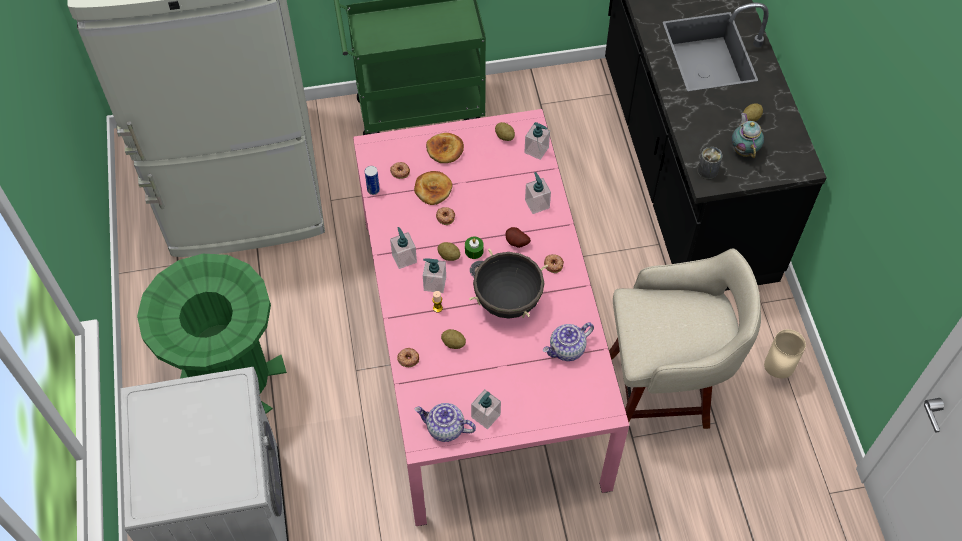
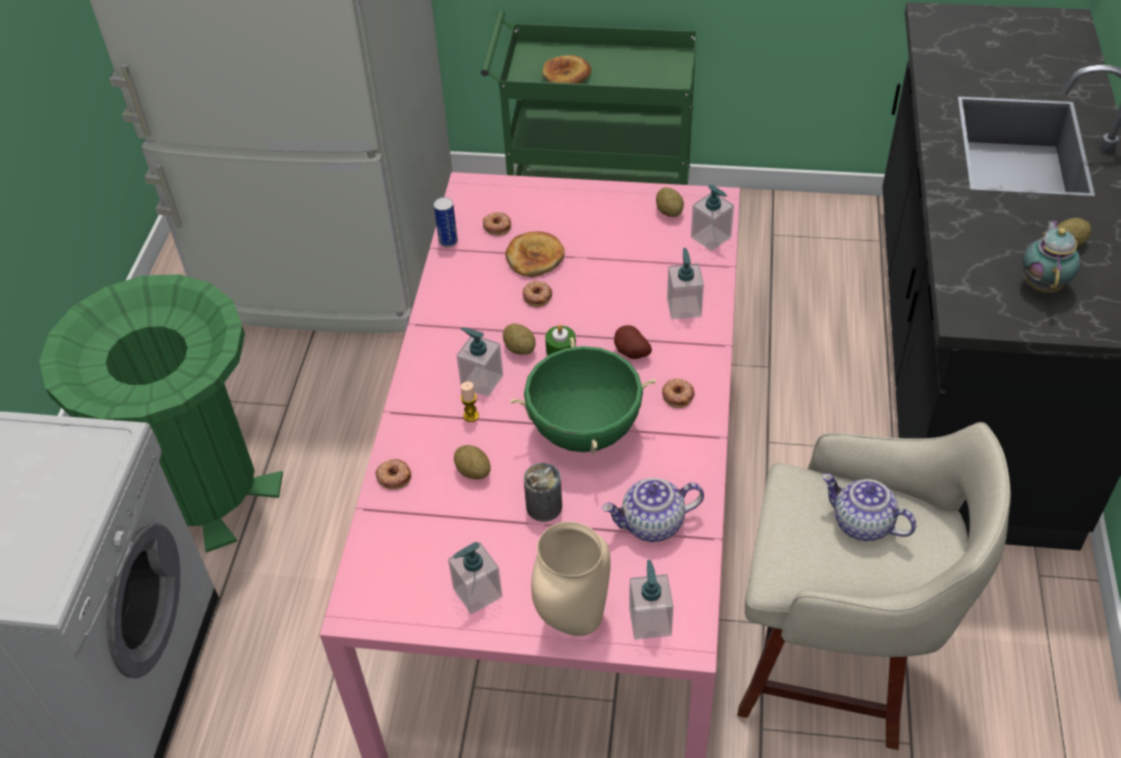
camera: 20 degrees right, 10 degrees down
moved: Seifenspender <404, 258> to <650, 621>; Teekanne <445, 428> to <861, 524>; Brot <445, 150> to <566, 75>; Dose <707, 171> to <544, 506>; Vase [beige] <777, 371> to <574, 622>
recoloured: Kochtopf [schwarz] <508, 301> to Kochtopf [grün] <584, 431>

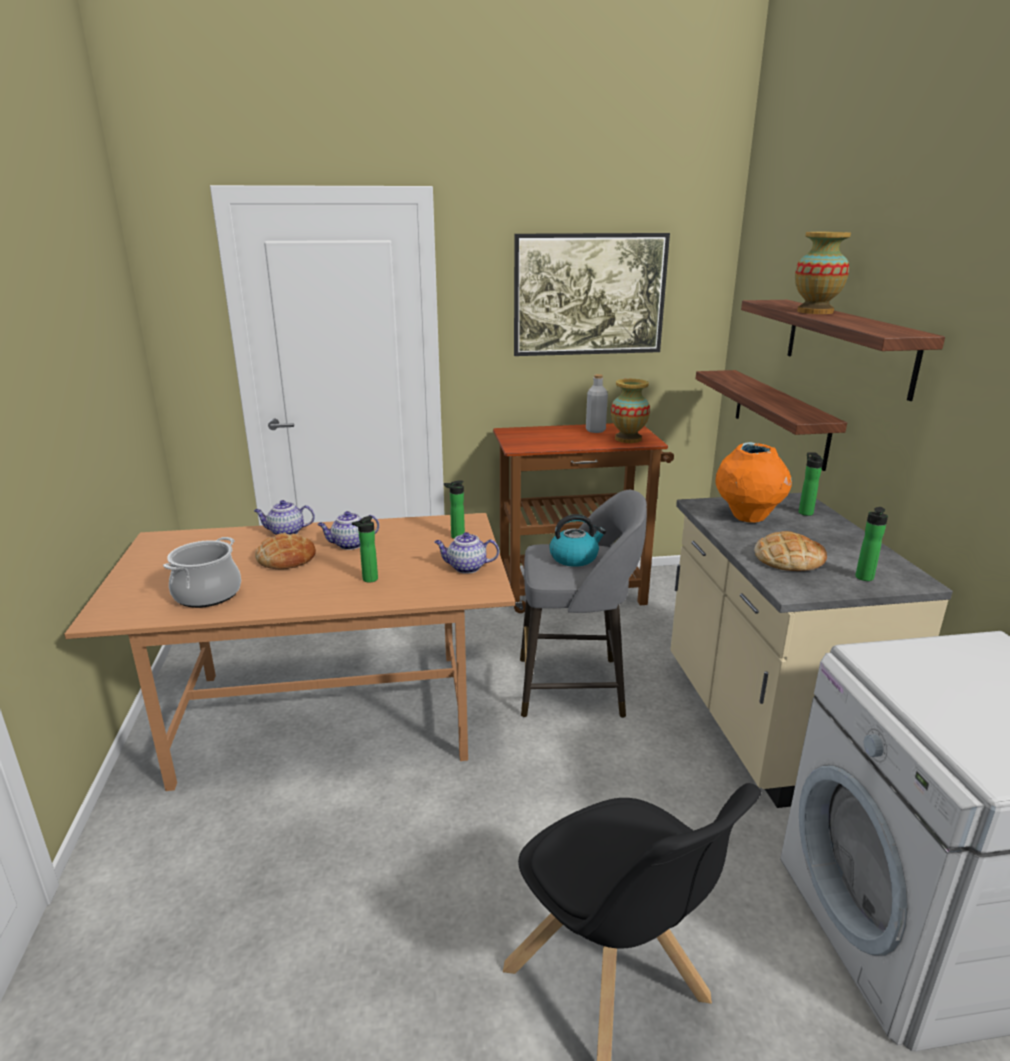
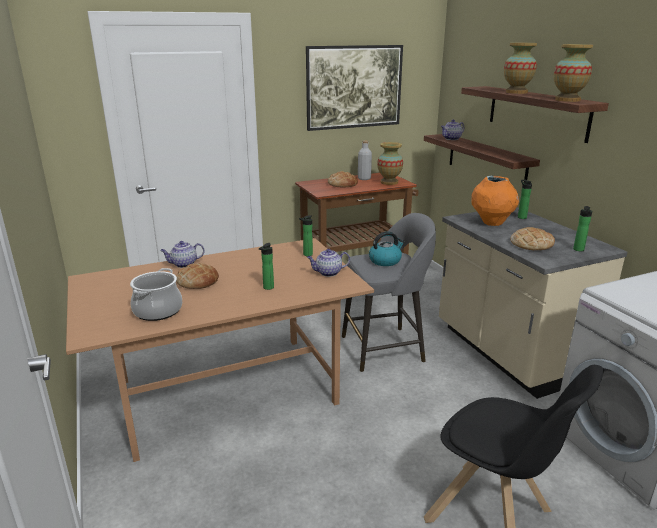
camera: 15 degrees left, 0 degrees up
added: Brot <342, 184>; Vase <567, 100>
moved: Teekanne <349, 545> to <451, 139>

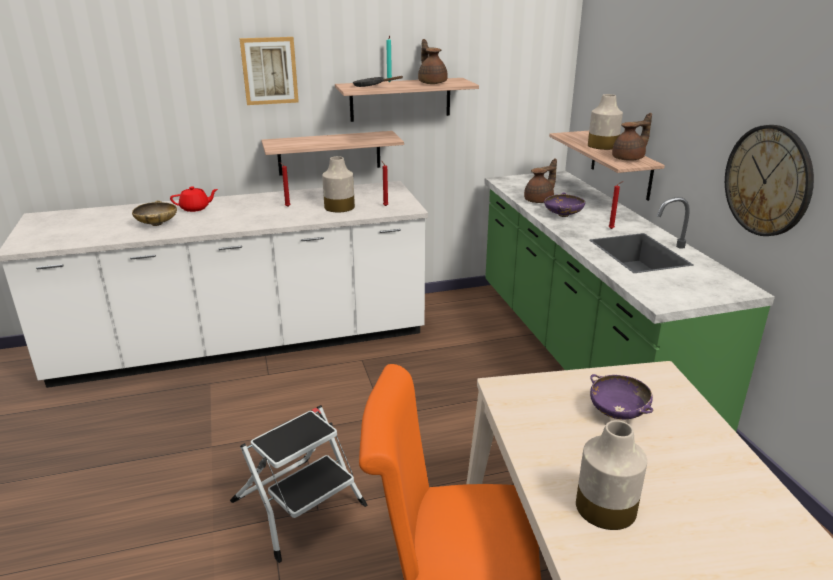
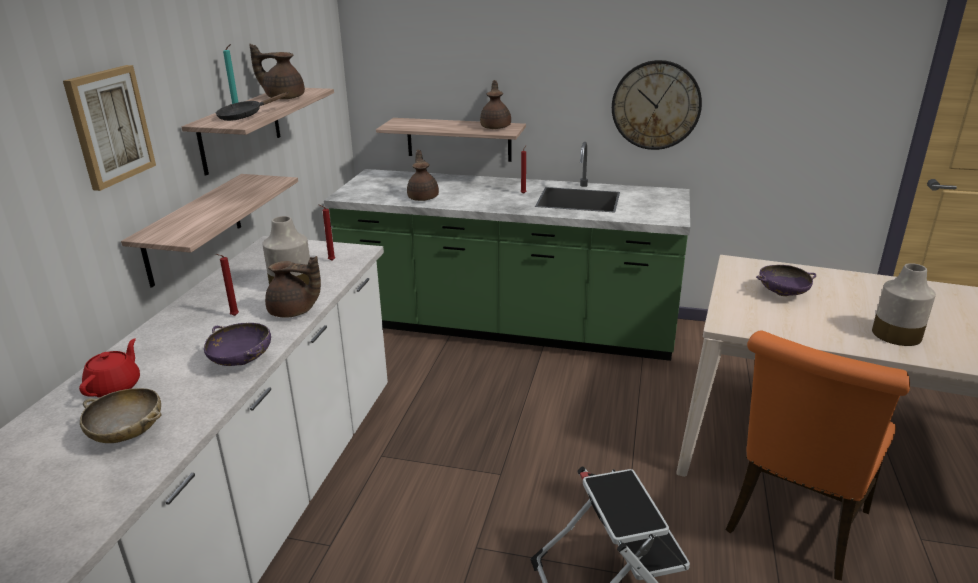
camera: 60 degrees left, 0 degrees up
removed: Vase [beige] <603, 145>
added: Teekanne [braun] <293, 312>
moved: Schüssel [lila] <563, 215> to <241, 361>

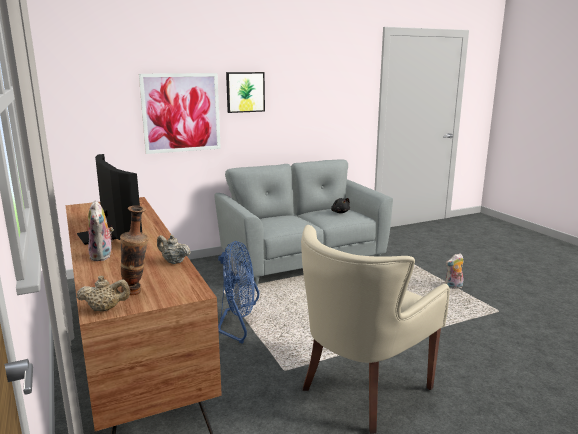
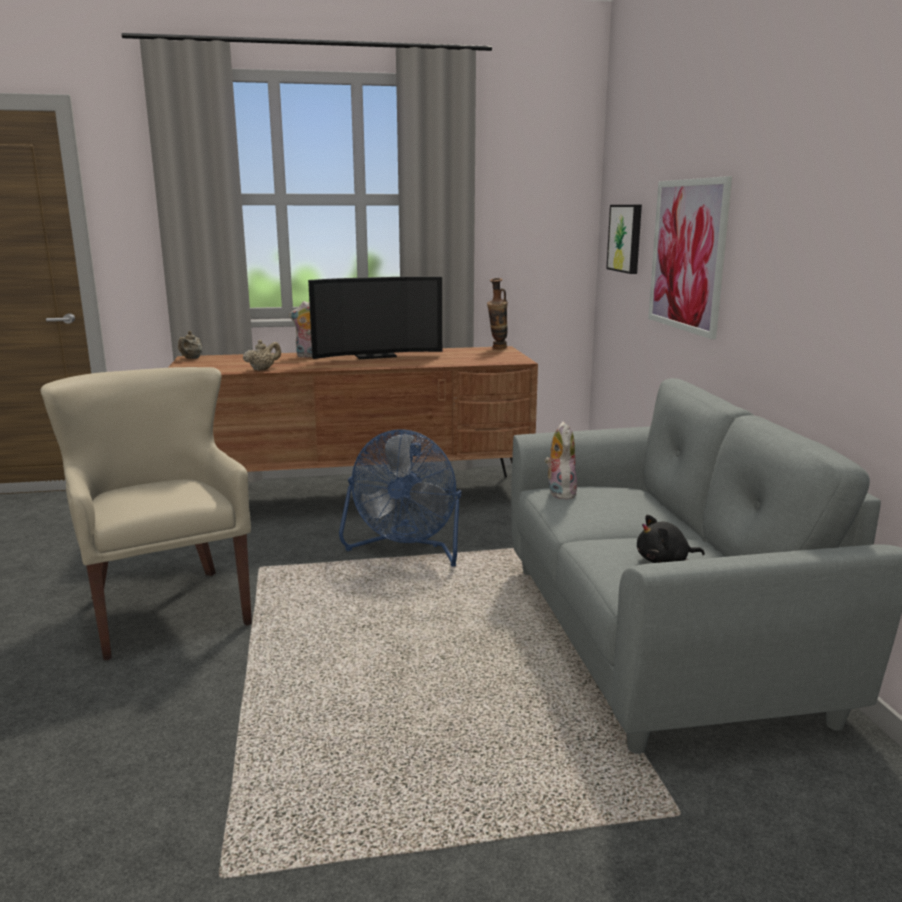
camera: 105 degrees right, 0 degrees up
moved: Vase <137, 293> to <497, 349>; Bild <245, 92> to <626, 238>; Plüschtier <453, 287> to <559, 493>

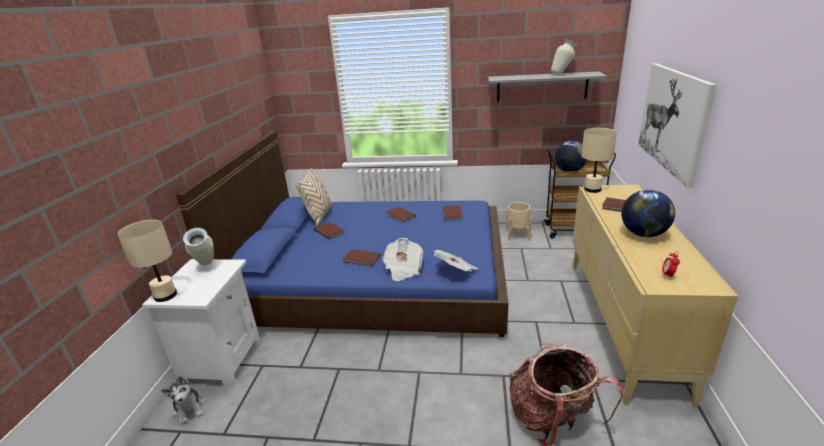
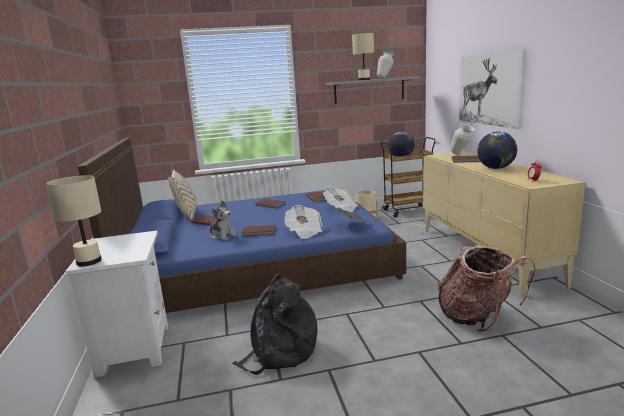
camera: 20 degrees left, 10 degrees down
added: Rucksack [schwarz] <280, 351>; Zeitung <341, 208>
moved: Plüschtier <189, 409> to <222, 236>; Vase <206, 268> to <461, 154>; Tischlampe [beige] <593, 189> to <364, 80>

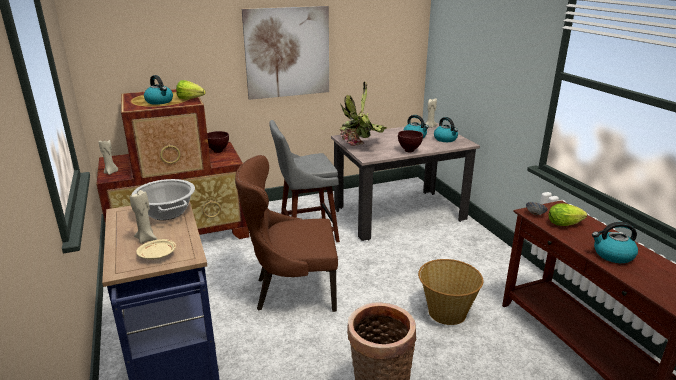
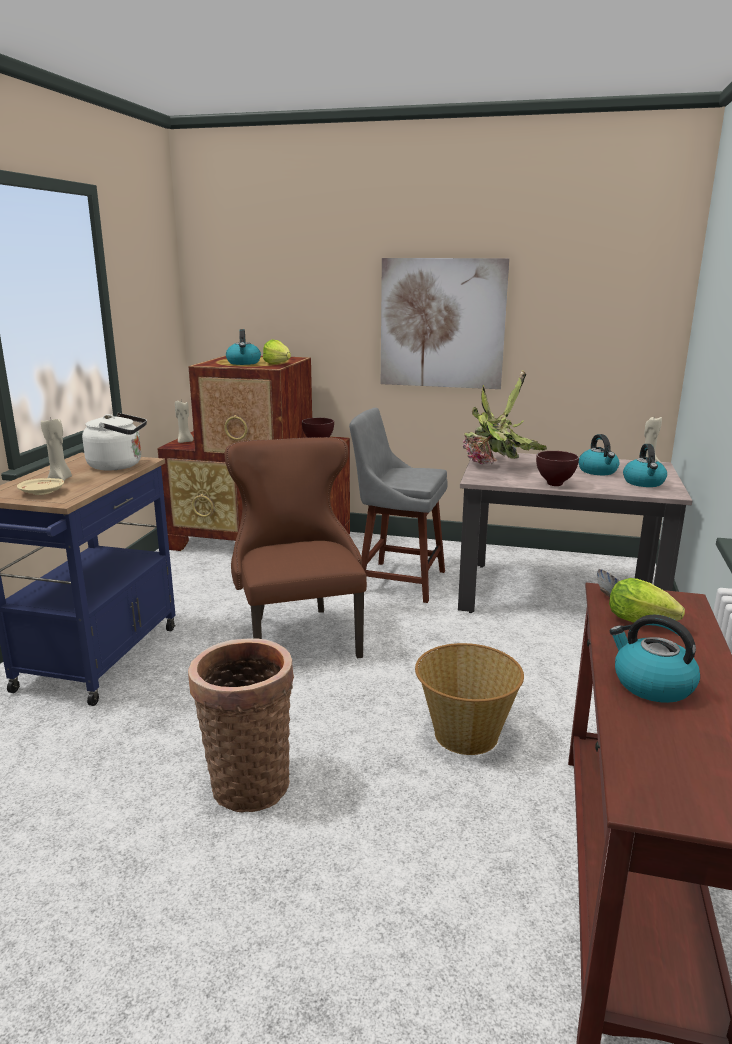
camera: 35 degrees right, 5 degrees down
replaced: Kochtopf <167, 212> to Wasserkessel [weiß] <119, 465>
turned: Stuhl [braun] <292, 291> = <298, 635> 45 degrees clockwise

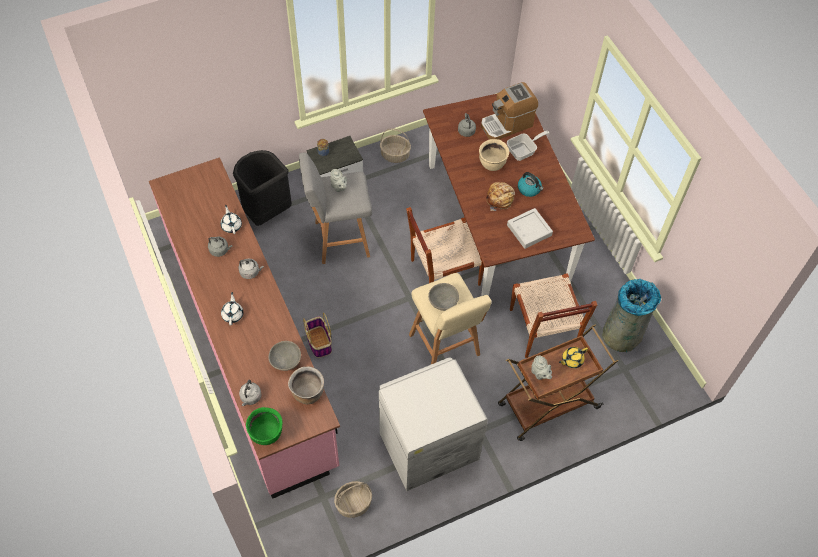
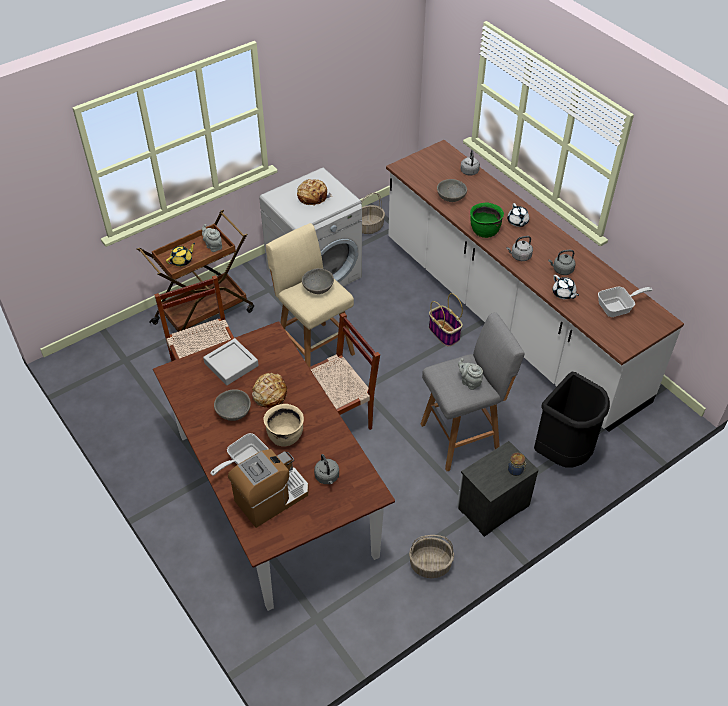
camera: 170 degrees right, 10 degrees down
removed: Kochtopf [braun] <307, 393>; Mülleimer [grau] <622, 334>
added: Brot <312, 196>; Pfanne <618, 308>
moved: Kochtopf [grün] <267, 434> to <484, 231>
replaced: Wasserkessel <529, 189> to Schüssel [grau] <234, 412>
recoloured: Küchenzeile [rosa] <251, 347> to Küchenzeile [weiß] <509, 318>

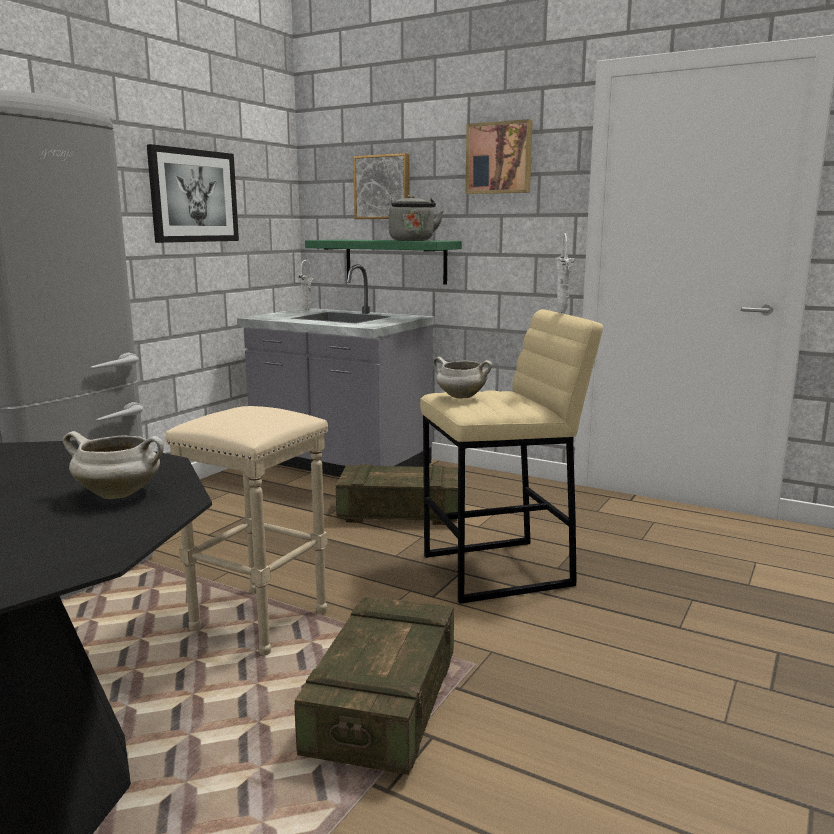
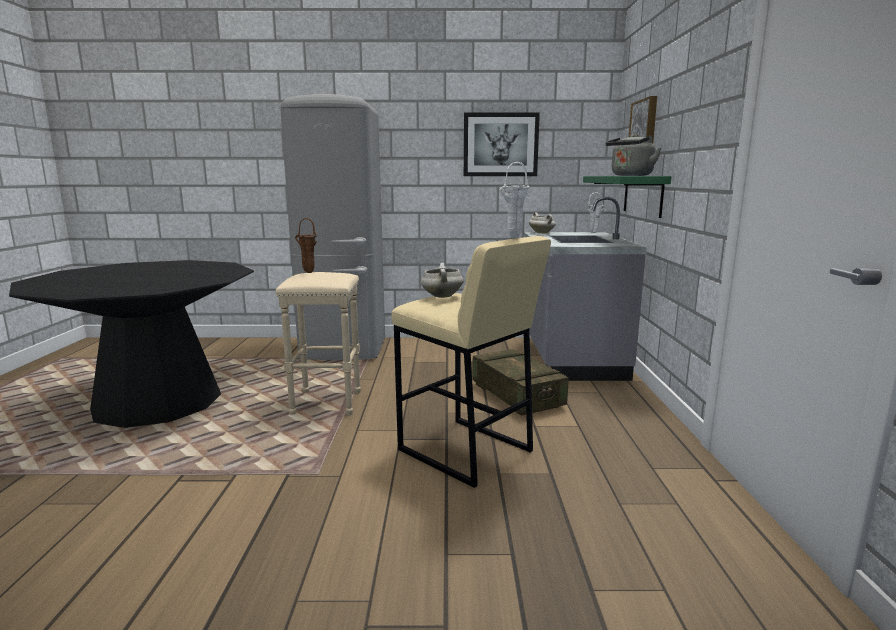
camera: 60 degrees right, 0 degrees up
removed: Kiste <384, 707>; Bild <499, 158>
added: Vase [braun] <307, 272>
moved: Kochtopf [weiß] <120, 494> to <542, 233>

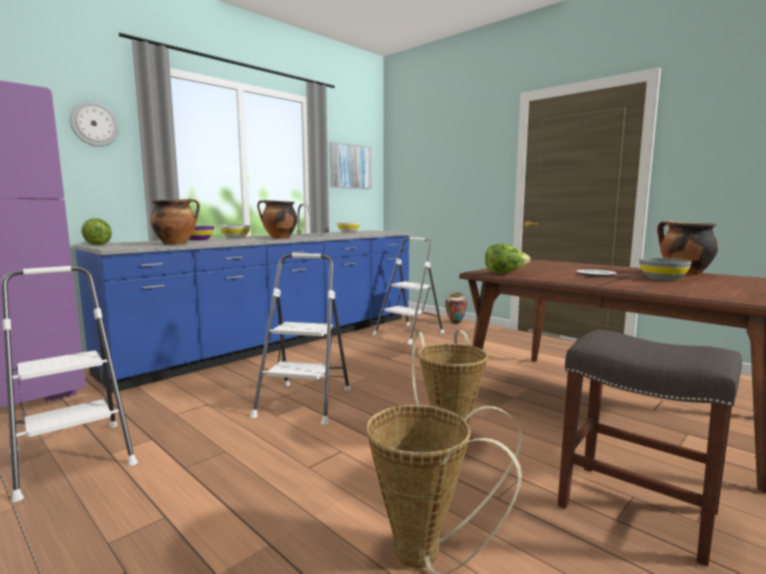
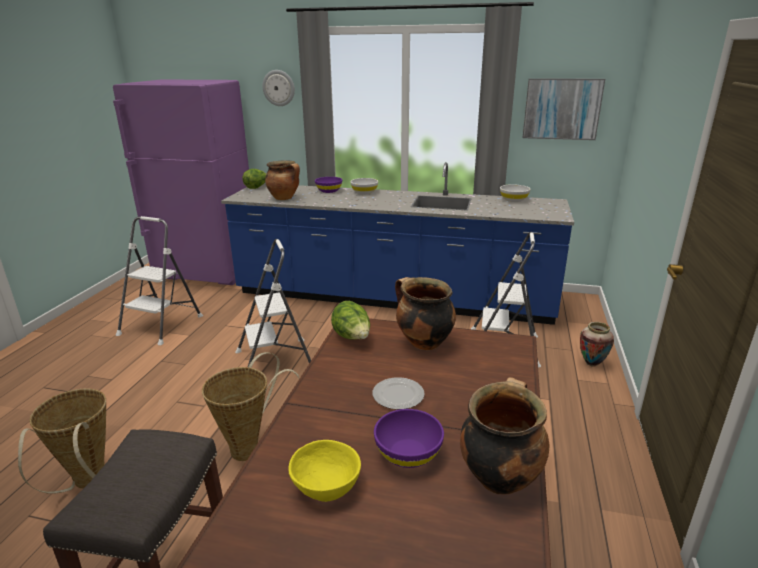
camera: 60 degrees right, 15 degrees up
added: Schüssel [gelb] <326, 486>
moved: Kochtopf <279, 238> to <423, 342>
recoloured: Schüssel [grau] <662, 278> to Schüssel [lila] <408, 453>

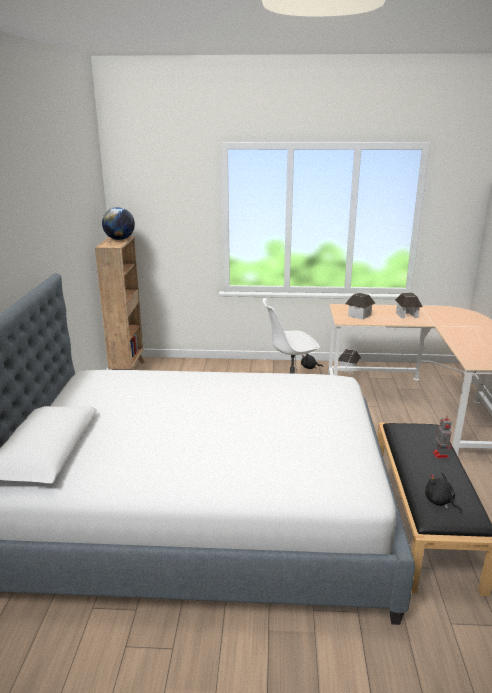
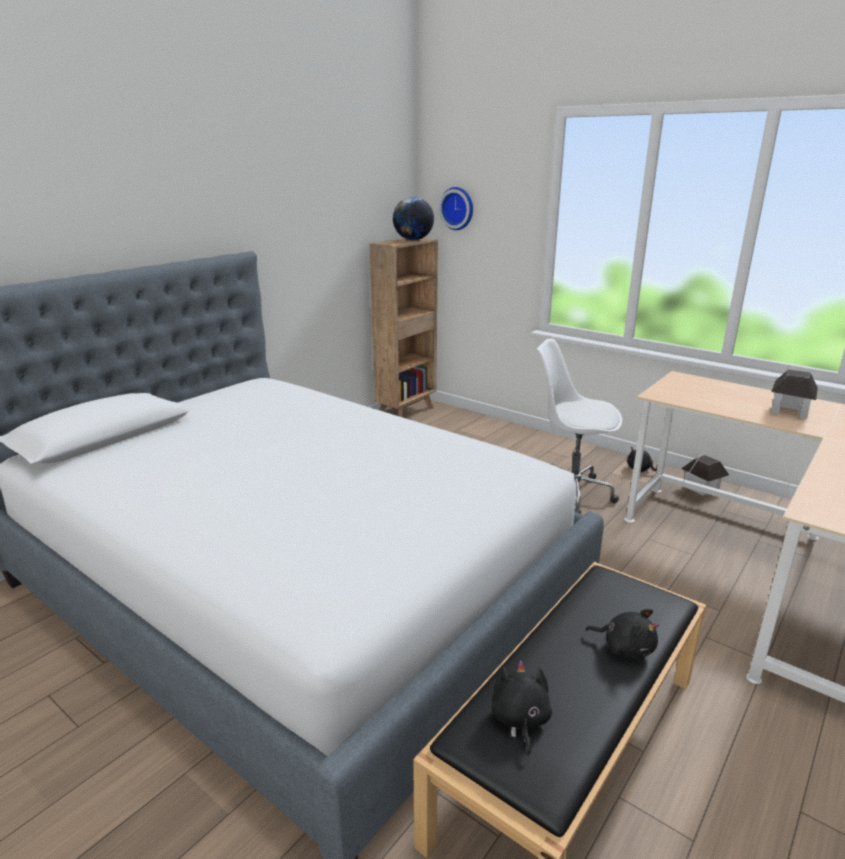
camera: 35 degrees right, 0 degrees up
removed: Spielzeughaus <359, 315>
added: Wanduhr <458, 208>
replaced: Spielzeugroboter <440, 454> to Plüschtier [schwarz] <625, 647>

